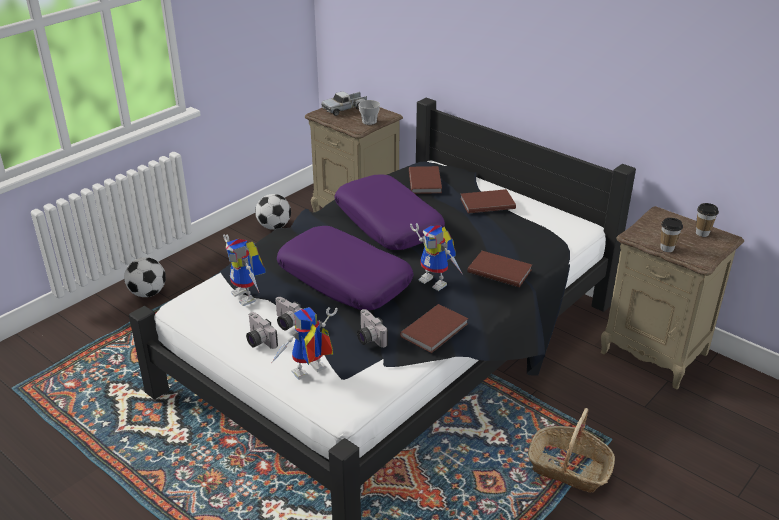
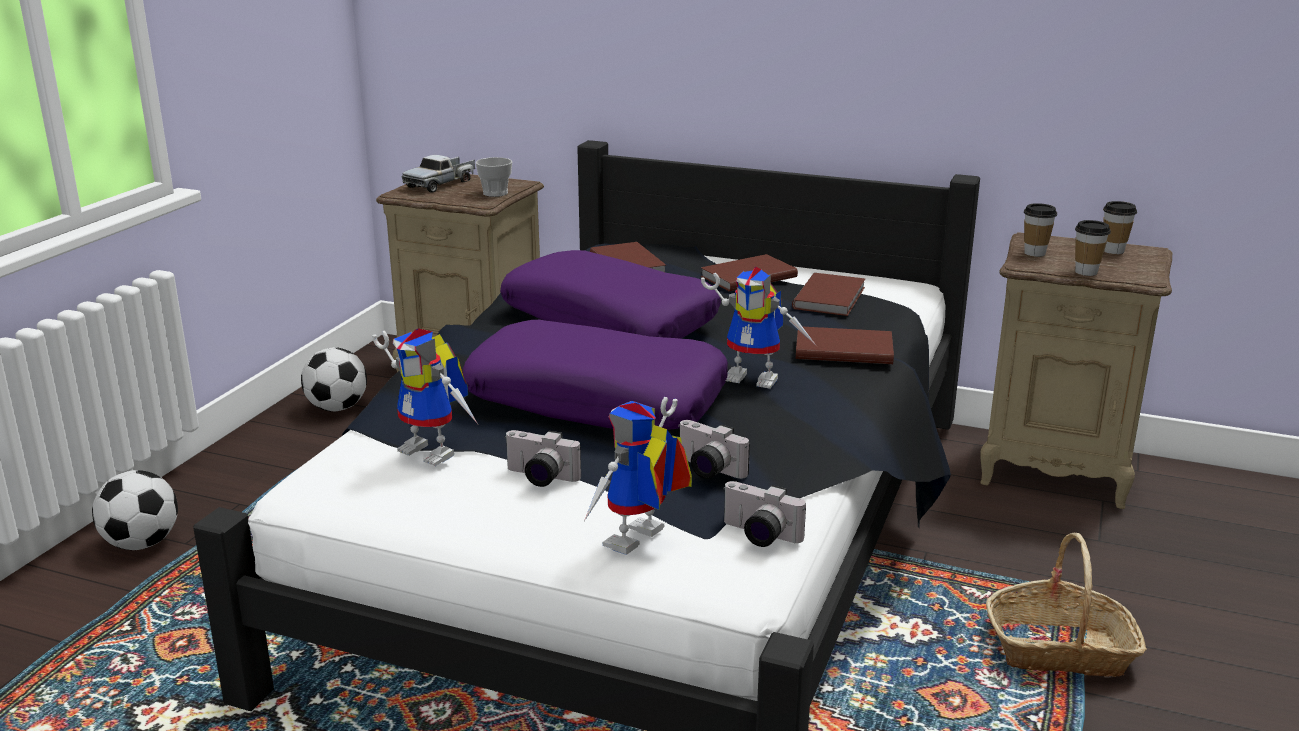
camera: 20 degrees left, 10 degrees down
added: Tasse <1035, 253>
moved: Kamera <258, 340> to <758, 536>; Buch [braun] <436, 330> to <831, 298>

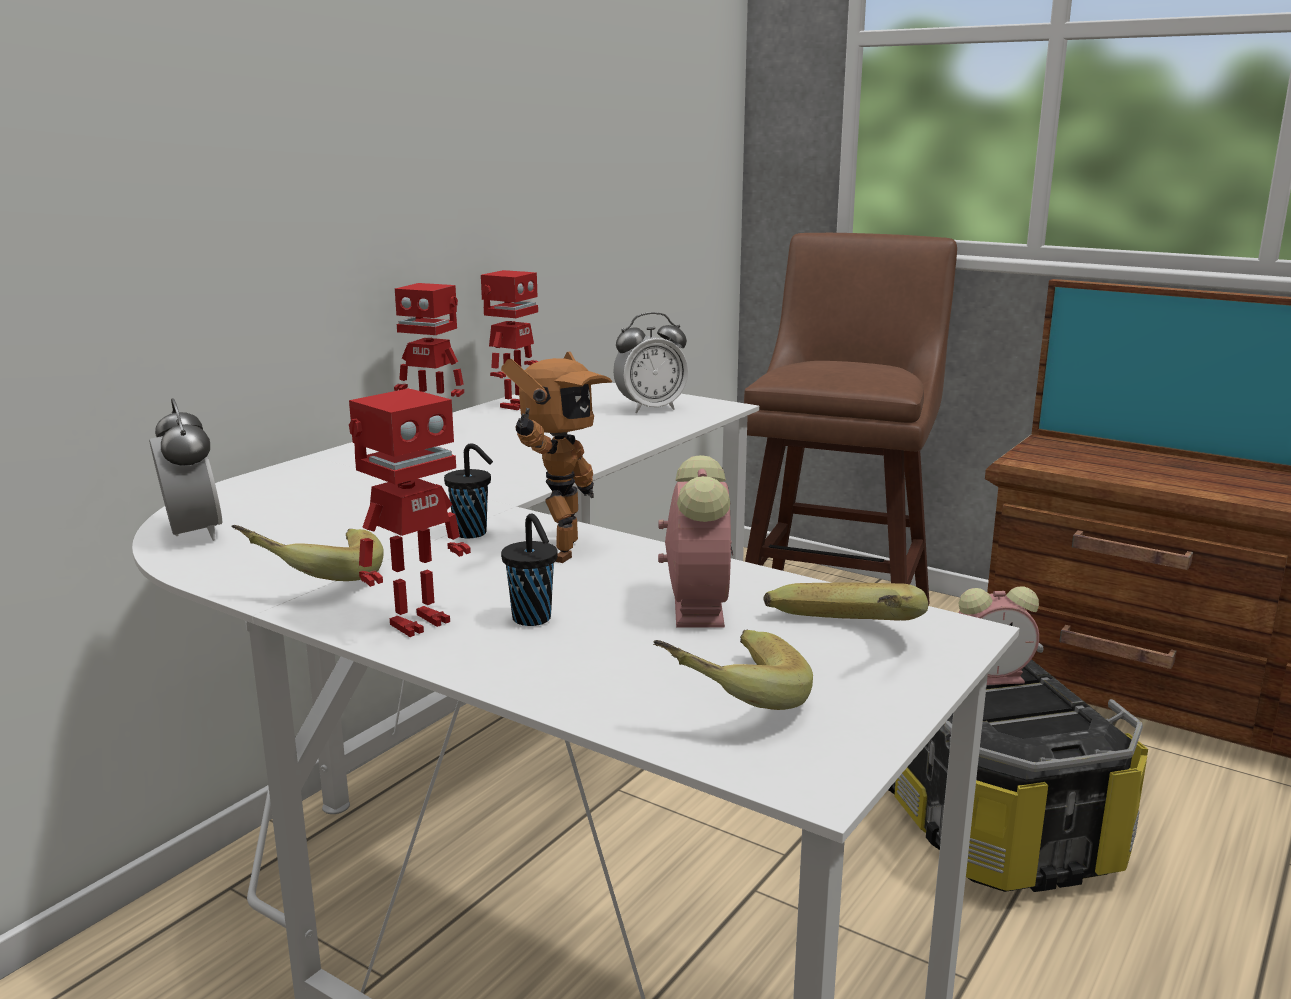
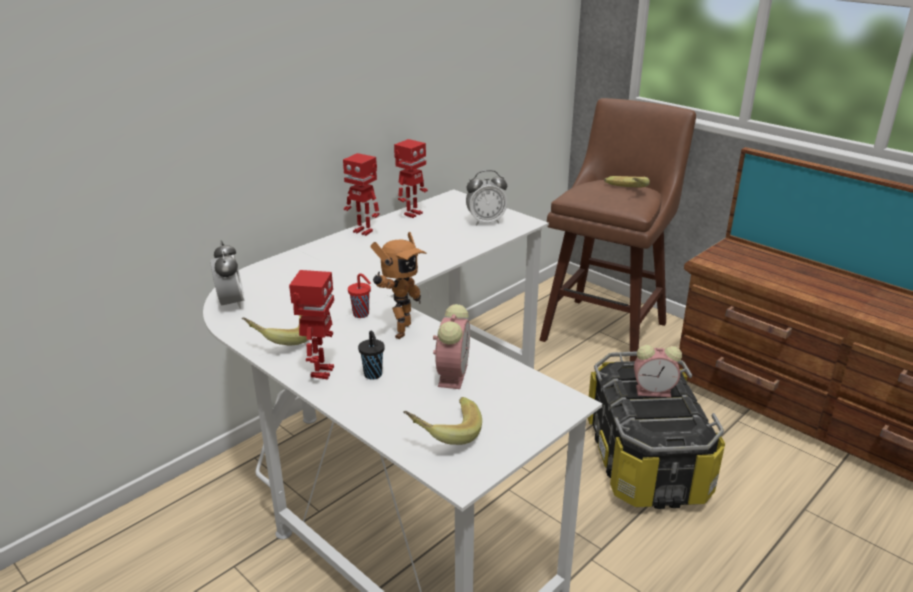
camera: 10 degrees right, 10 degrees up
moved: Banane <841, 641> to <624, 192>
recoloured: Tasse [schwarz] <472, 533> to Tasse [rot] <362, 314>
turned: Spielzeugroboter <416, 622> = <321, 372> 45 degrees counterclockwise

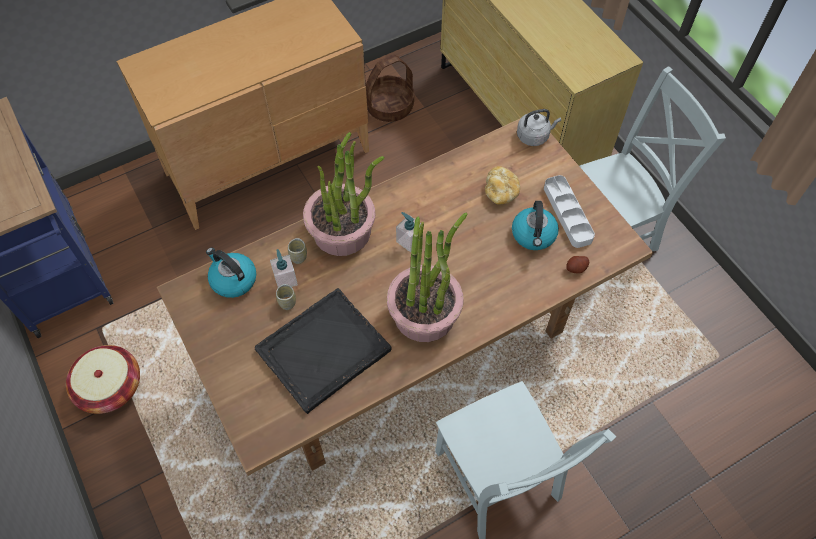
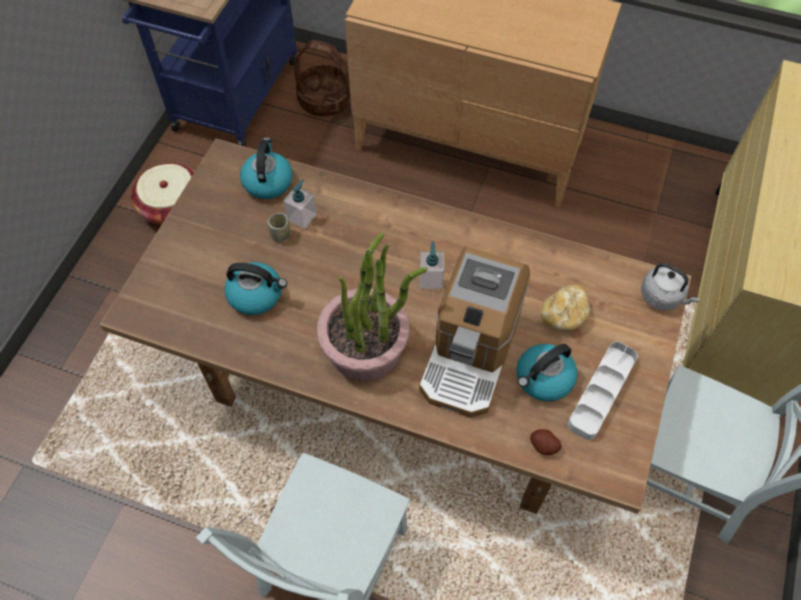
camera: 50 degrees right, 0 degrees up
removed: Tasse <298, 257>; Topfpflanze <342, 231>
added: Kaffeemaschine <470, 354>
moved: Korb <389, 106> to <325, 99>
replaced: Tablett [schwarz] <322, 351> to Wasserkessel <256, 295>

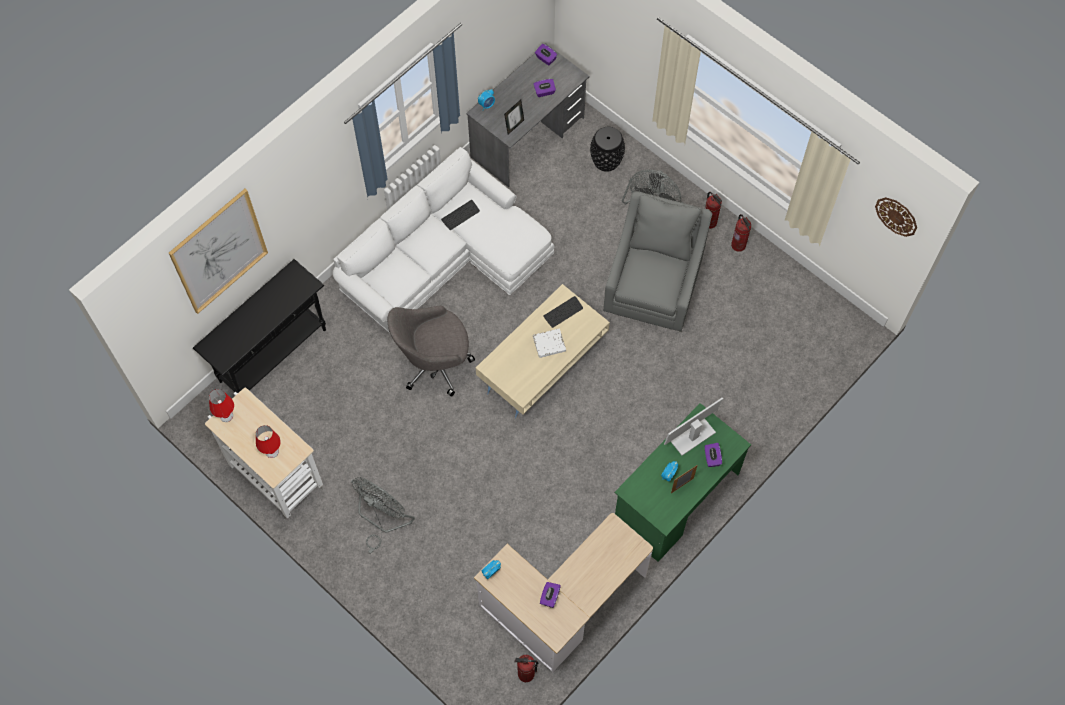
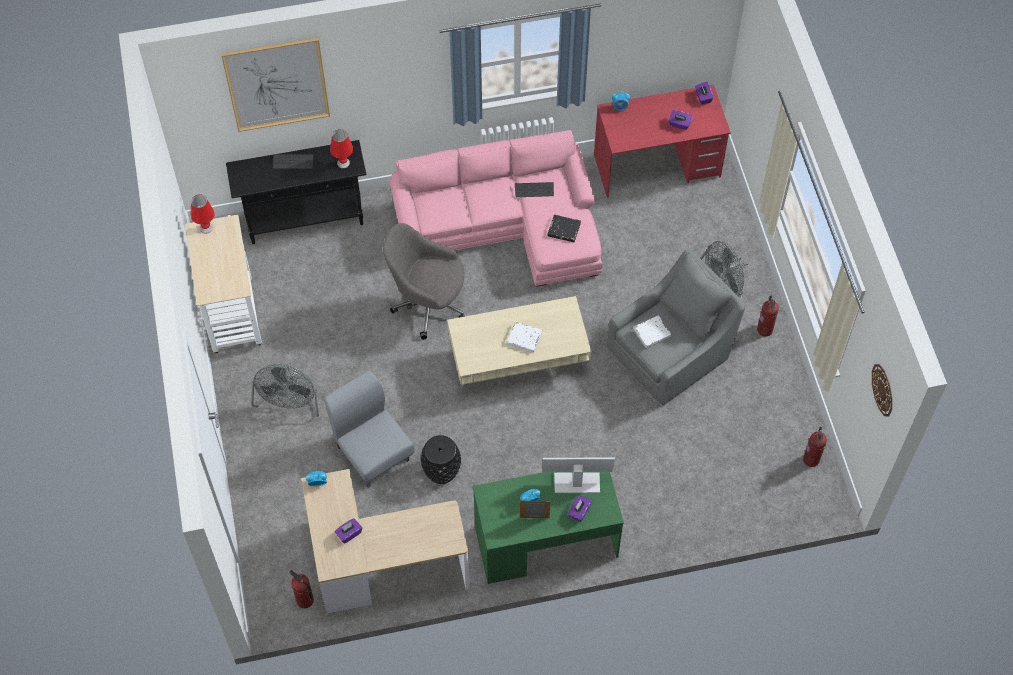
camera: 35 degrees right, 5 degrees down
removed: Bilderrahmen <514, 126>
added: Stuhl [grau] <373, 452>; Buch [schwarz] <564, 230>; Buch [weiß] <652, 333>
moved: Tischlampe [rot] <272, 451> to <343, 163>; Tastatur <563, 312> to <293, 162>; Hocker [schwarz] <606, 161> to <441, 470>; Feuerlöscher <738, 245> to <811, 460>
recoloured: Sofa [weiß] <445, 258> to Sofa [rosa] <506, 224>; Schreibtisch [grau] <528, 137> to Schreibtisch [rot] <657, 166>
turned: Ventilator [grau] <379, 517> = <287, 399> 120 degrees clockwise

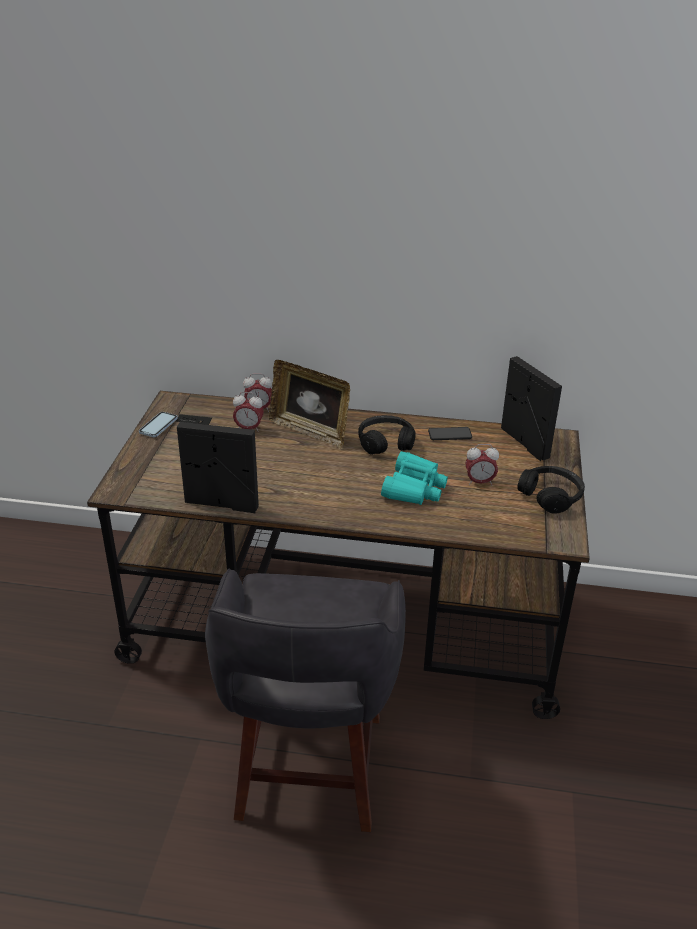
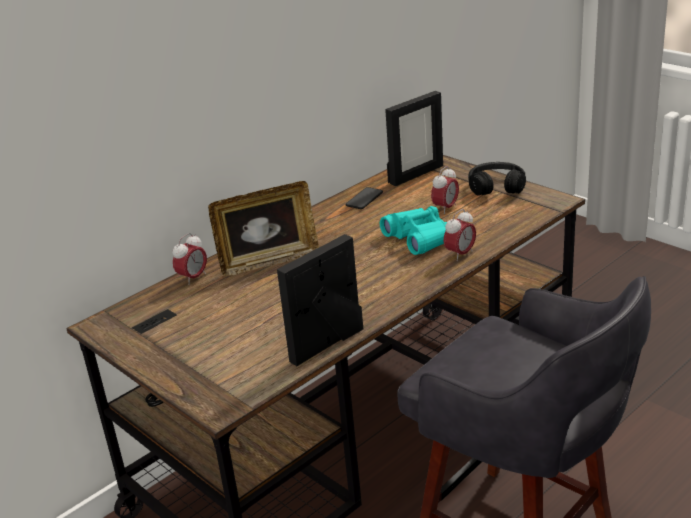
camera: 50 degrees left, 5 degrees down
removed: Handy <158, 426>; Kopfhörer [schwarz] <385, 442>
moved: Wecker <249, 429> to <460, 254>
turned: Bilderrahmen <523, 443> = <416, 174> 135 degrees clockwise

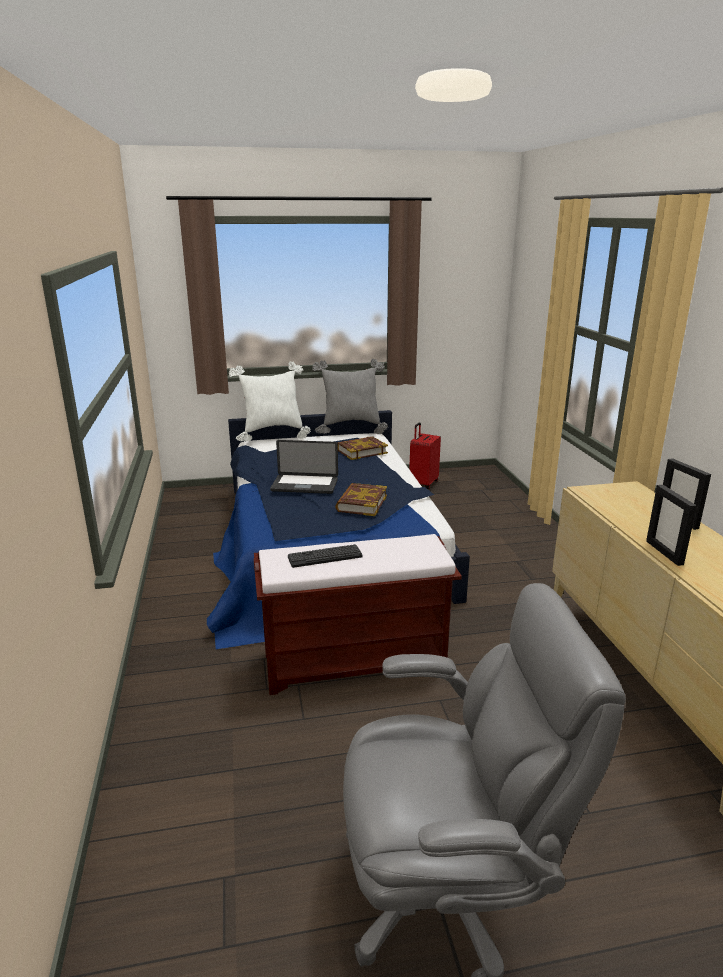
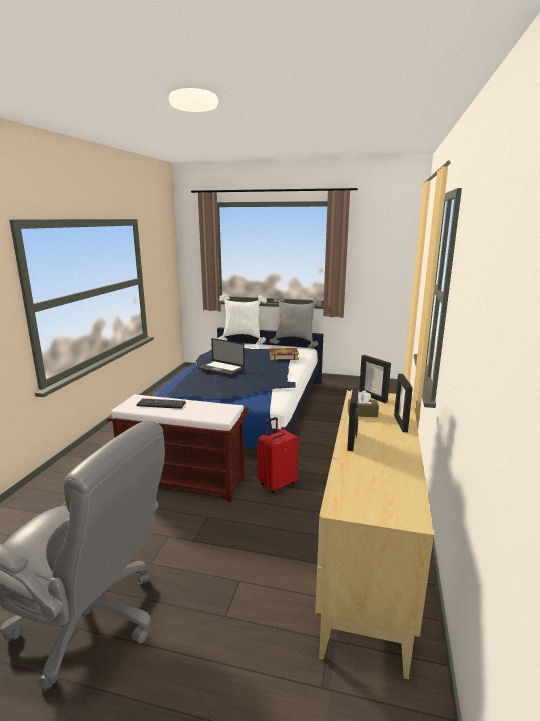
camera: 25 degrees right, 5 degrees down
removed: Buch <361, 503>
added: Taschentuchbox [braun] <362, 413>; Bilderrahmen <373, 397>
moved: Koffer [rot] <423, 484> to <277, 484>

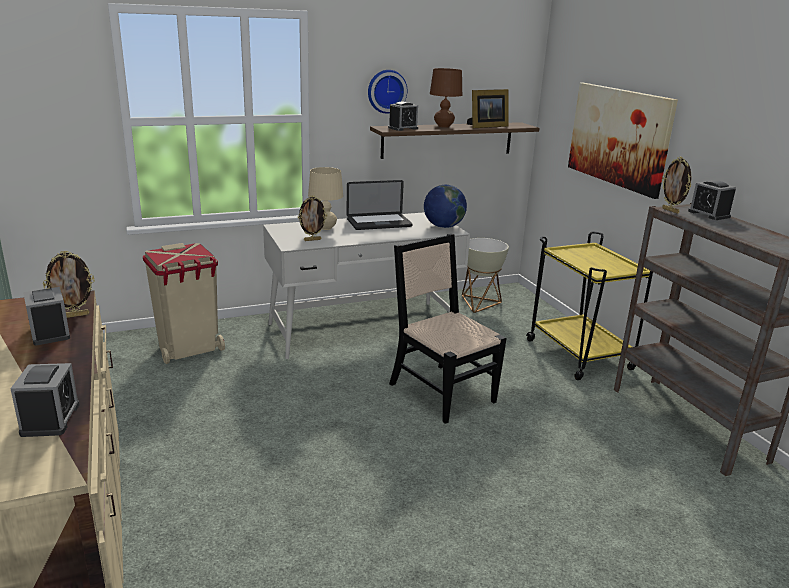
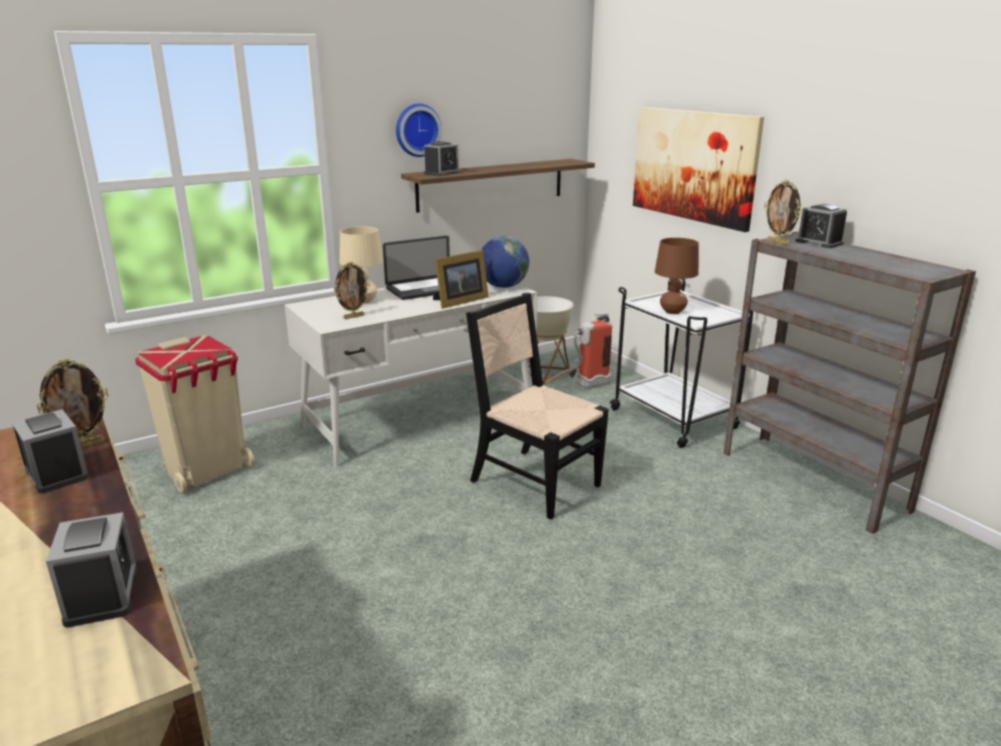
camera: 10 degrees left, 0 degrees up
added: Feuerlöscher <587, 386>
moved: Tischlampe [braun] <443, 126> to <672, 312>; Bilderrahmen <486, 126> to <459, 301>
recoloured: Rollwagen [gelb] <579, 355> to Rollwagen [weiß] <674, 419>

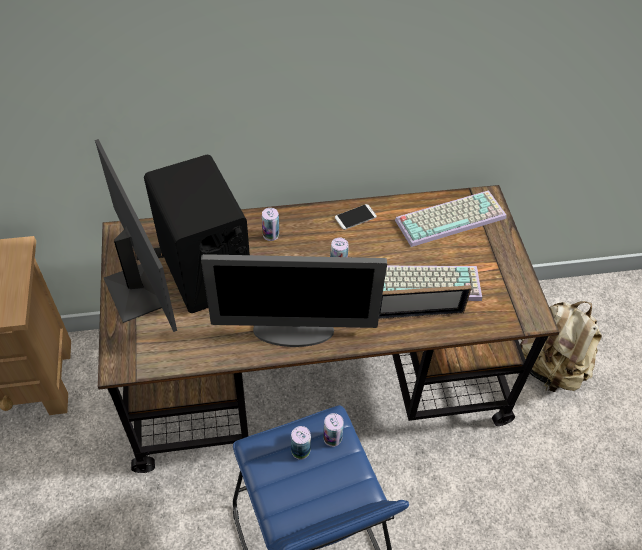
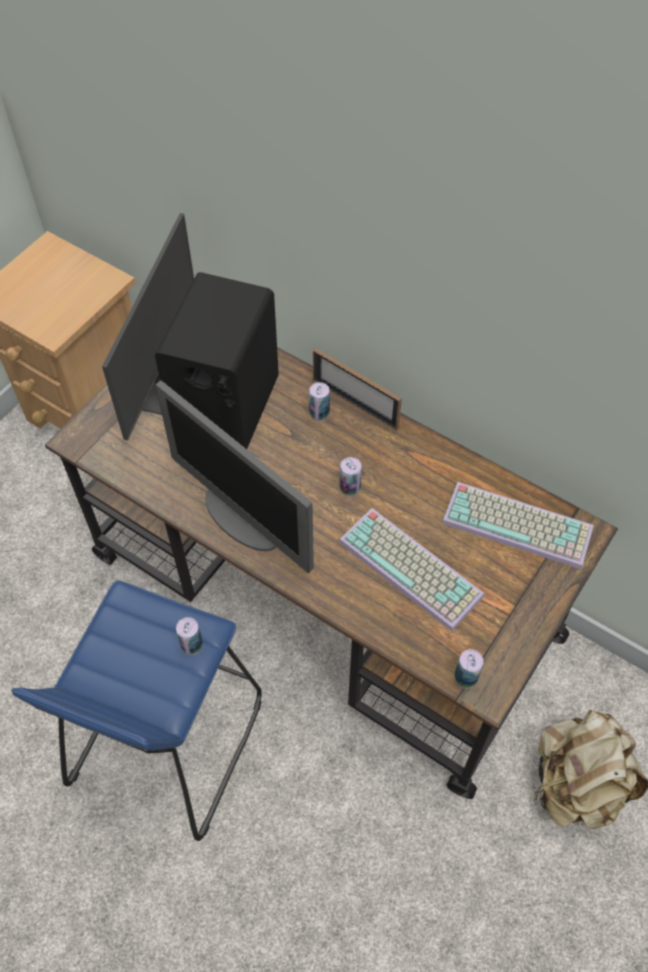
camera: 45 degrees right, 5 degrees up
removed: Handy <355, 217>
moved: Dose <300, 451> to <465, 678>; Bilderrahmen <418, 315> to <355, 404>

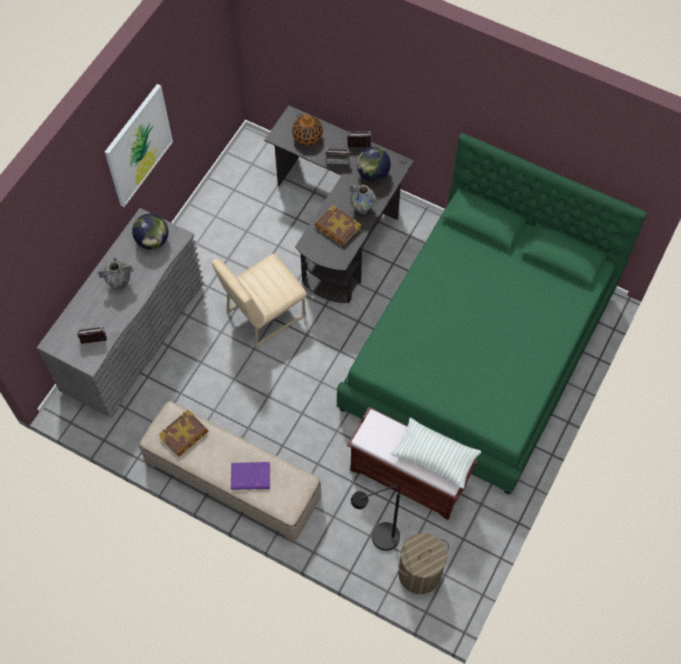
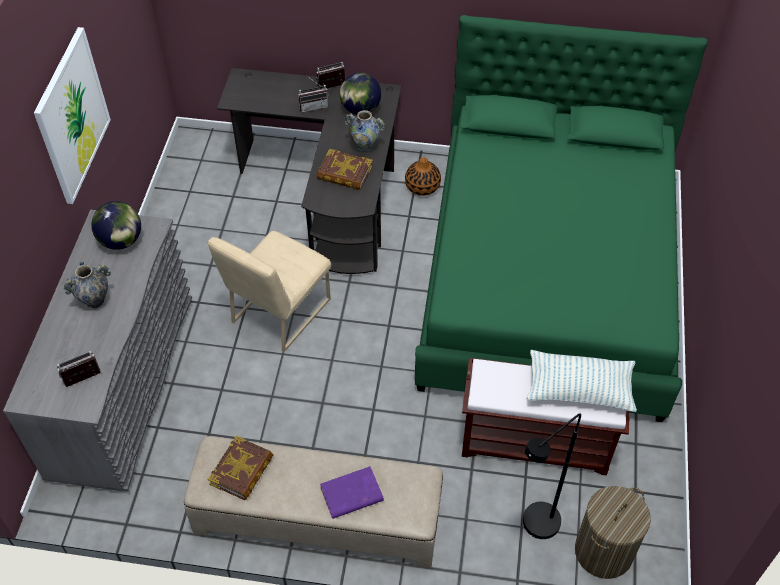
camera: 20 degrees left, 10 degrees down
moved: Vase <307, 137> to <422, 187>

